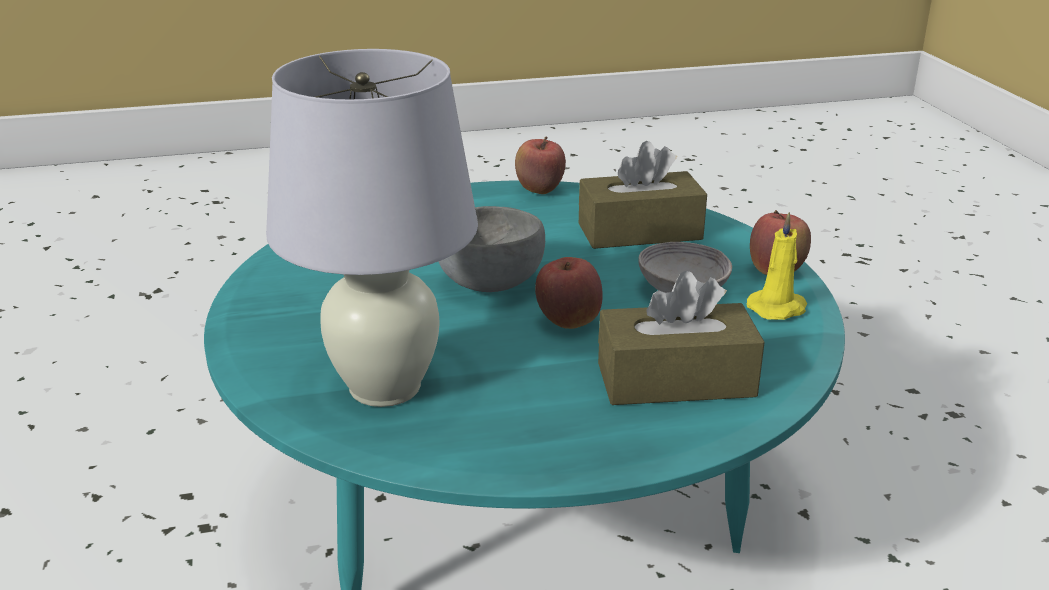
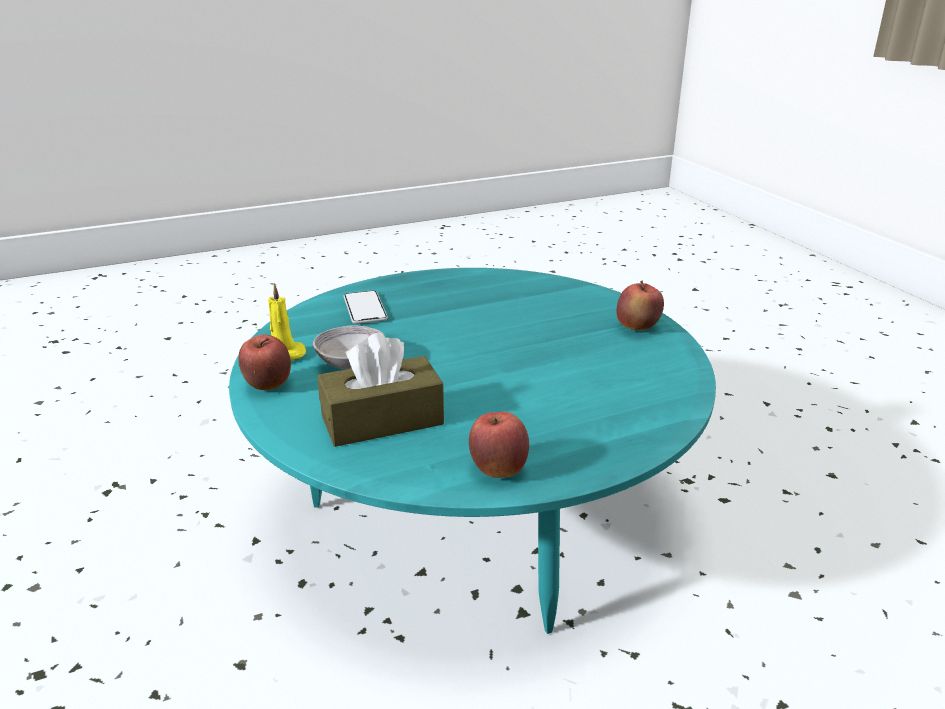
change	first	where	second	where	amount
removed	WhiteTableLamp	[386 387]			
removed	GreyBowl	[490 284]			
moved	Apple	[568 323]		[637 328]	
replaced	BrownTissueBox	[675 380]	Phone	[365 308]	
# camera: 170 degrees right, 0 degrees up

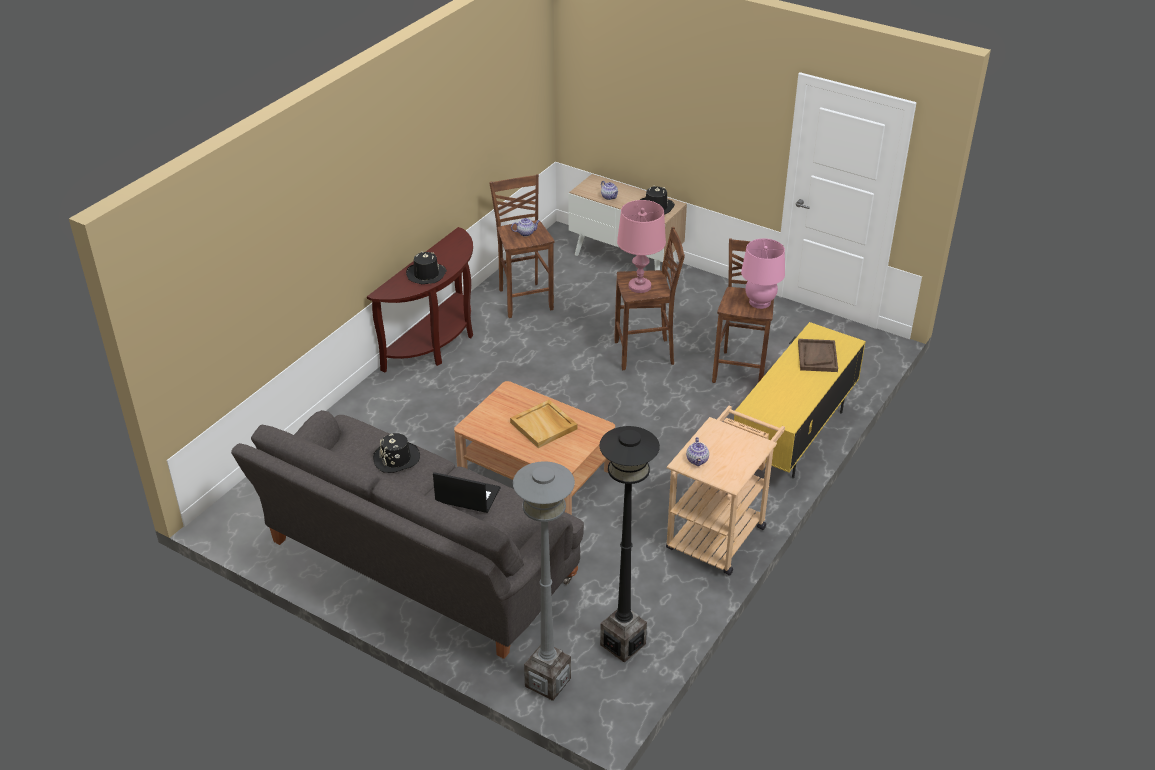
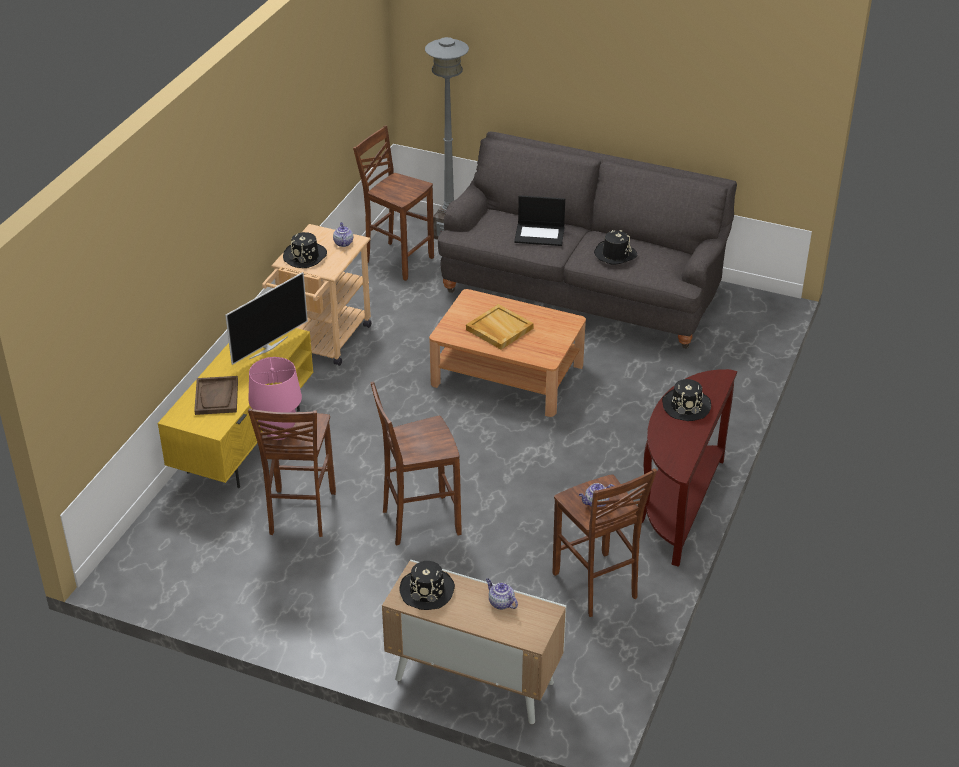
change	first	where	second	where	amount
replaced	BlackFloorLamp	[623 644]	BrownStool	[397 260]	
removed	PinkTableLamp	[639 286]			
added			Television	[268 347]	
added			BlackHat	[305 256]	
# camera: 170 degrees right, 0 degrees up

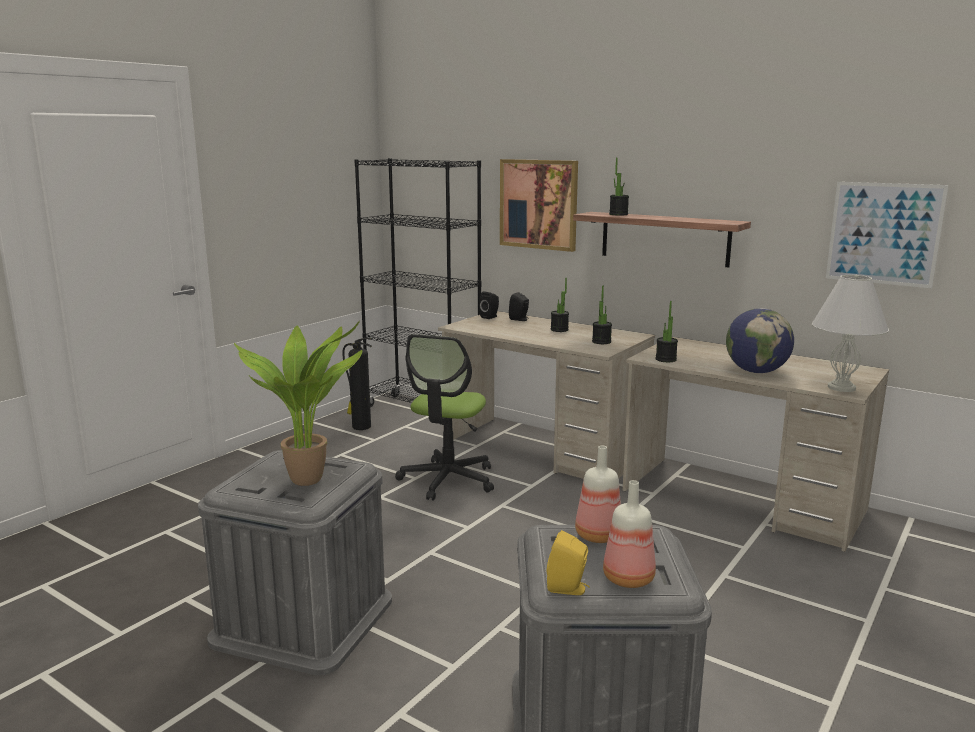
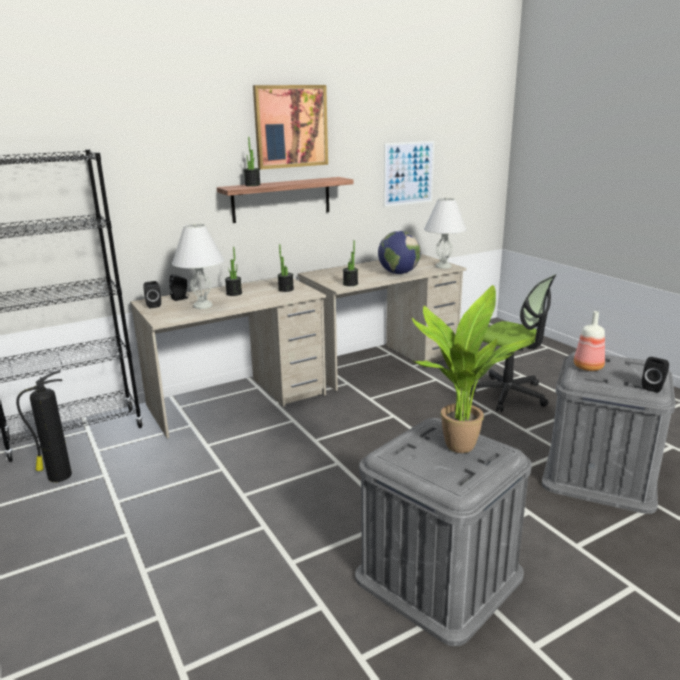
change	first	where	second	where	amount
moved	OfficeChair	[448 480]		[508 394]	
moved	Picture	[539 204]		[291 126]	
recoloured	YellowSpeaker	[568 589]	BlackSpeaker	[654 387]	
removed	Bottle	[627 578]			
added			WhiteTableLamp	[202 306]	
# camera: 65 degrees left, 5 degrees up

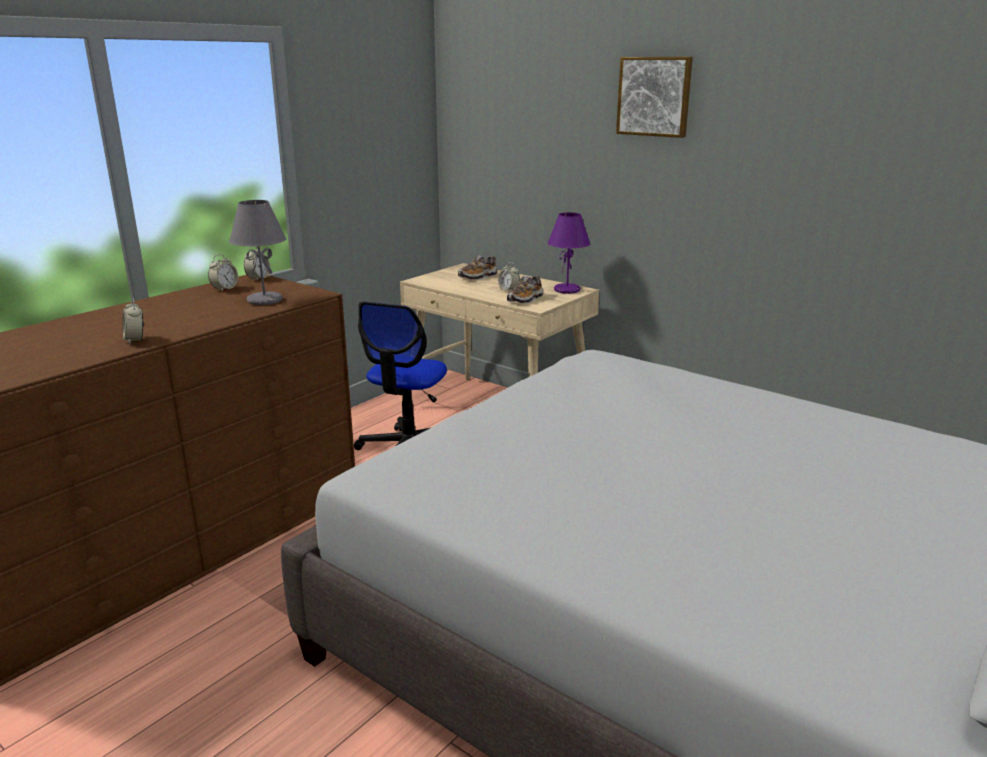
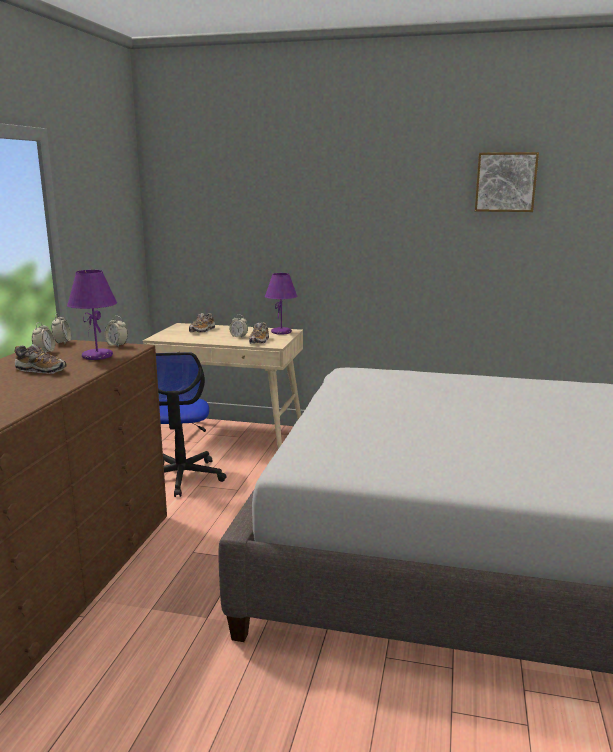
change	first	where	second	where	amount
moved	AlarmClock	[135 340]		[117 345]	
recoloured	GreyTableLamp	[264 301]	PurpleTableLamp	[97 356]	
moved	Picture	[654 96]		[505 182]	
added			Shoe	[41 370]	
# camera: 25 degrees left, 5 degrees down

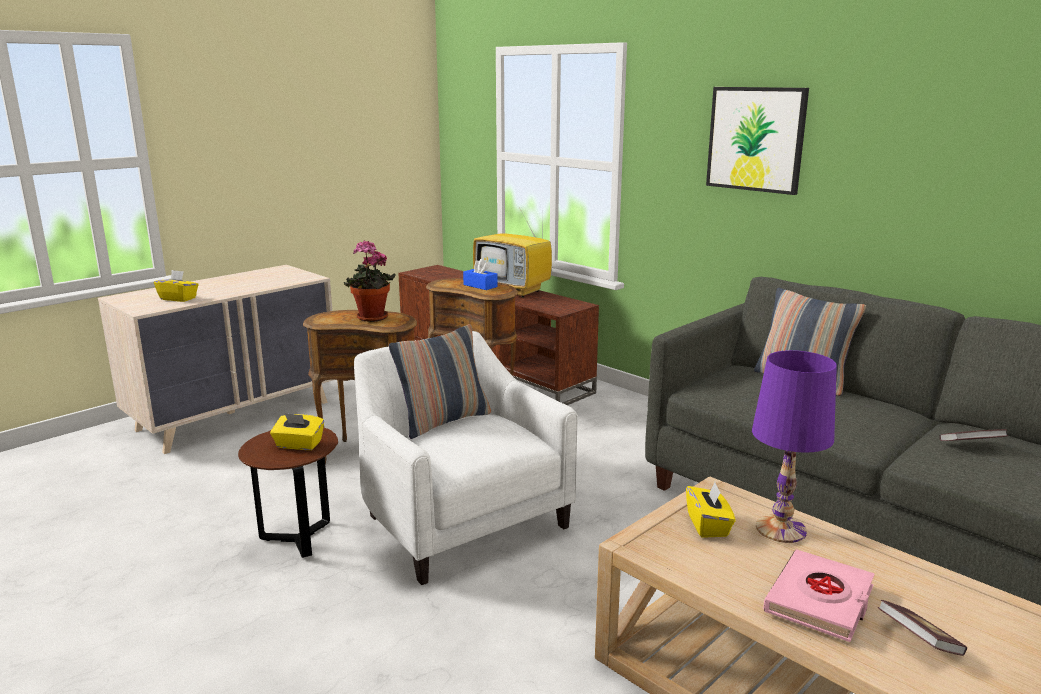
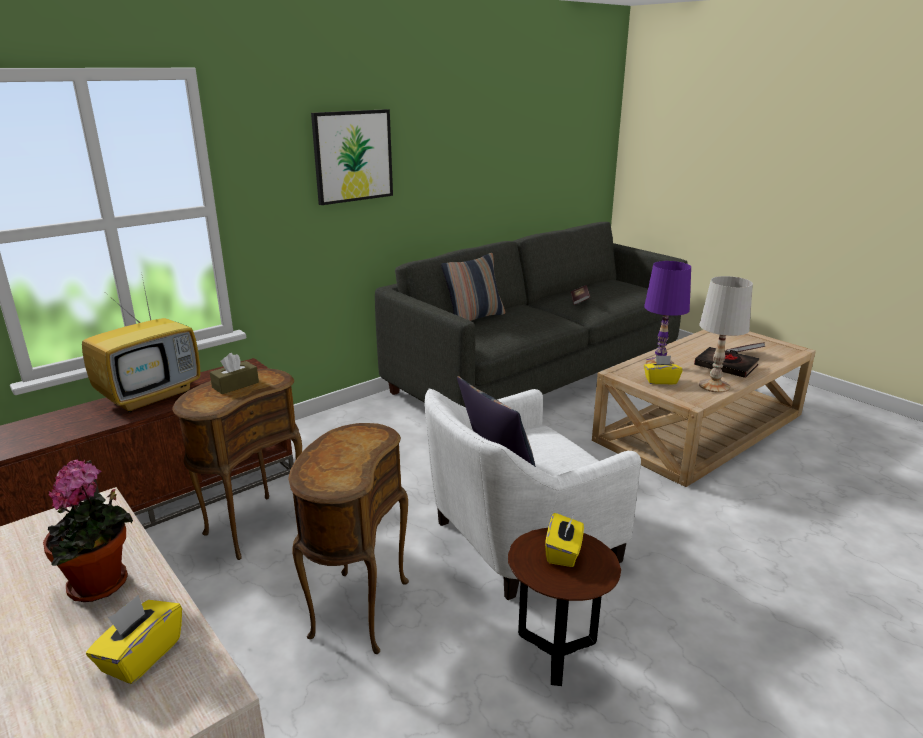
change	first	where	second	where	amount
moved	PottedPlant	[371 319]		[103 585]	
recoloured	BlueTissueBox	[480 286]	BrownTissueBox	[235 385]	
recoloured	PinkBook	[820 601]	BlackBook	[726 366]	
added			WhiteTableLamp	[714 386]	
# camera: 85 degrees left, 5 degrees up

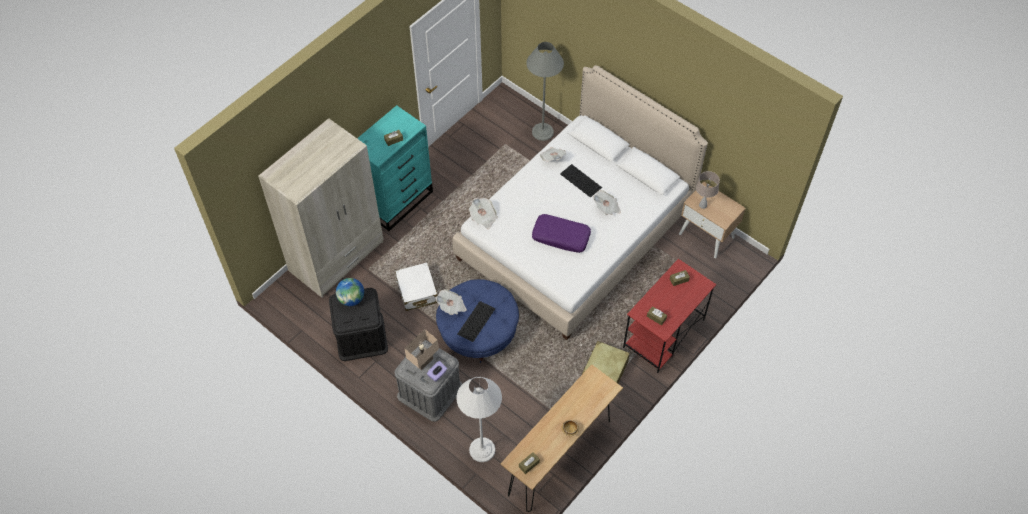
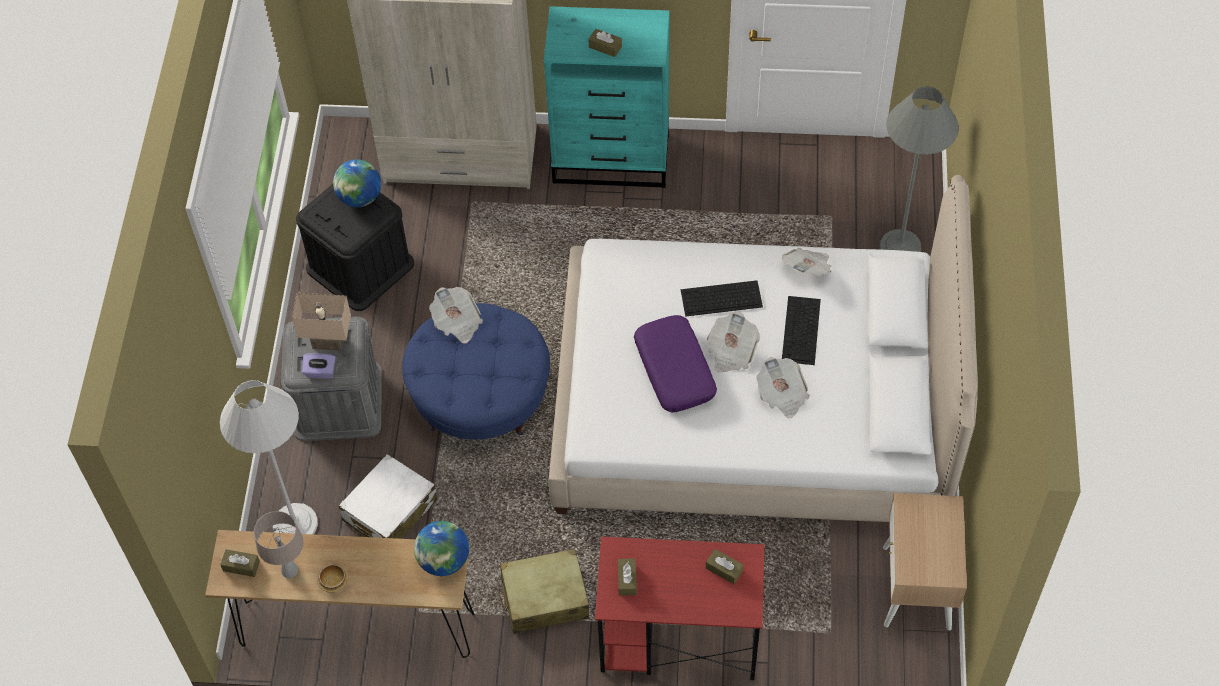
change	first	where	second	where	amount
moved	WhiteSuitcase	[417 291]		[389 510]	
moved	Keyboard	[476 322]		[720 299]	
moved	Newspaper	[483 217]		[731 352]	
moved	BeigeTableLamp	[702 205]		[289 571]	
added			Globe	[444 560]	
# camera: 55 degrees right, 0 degrees up

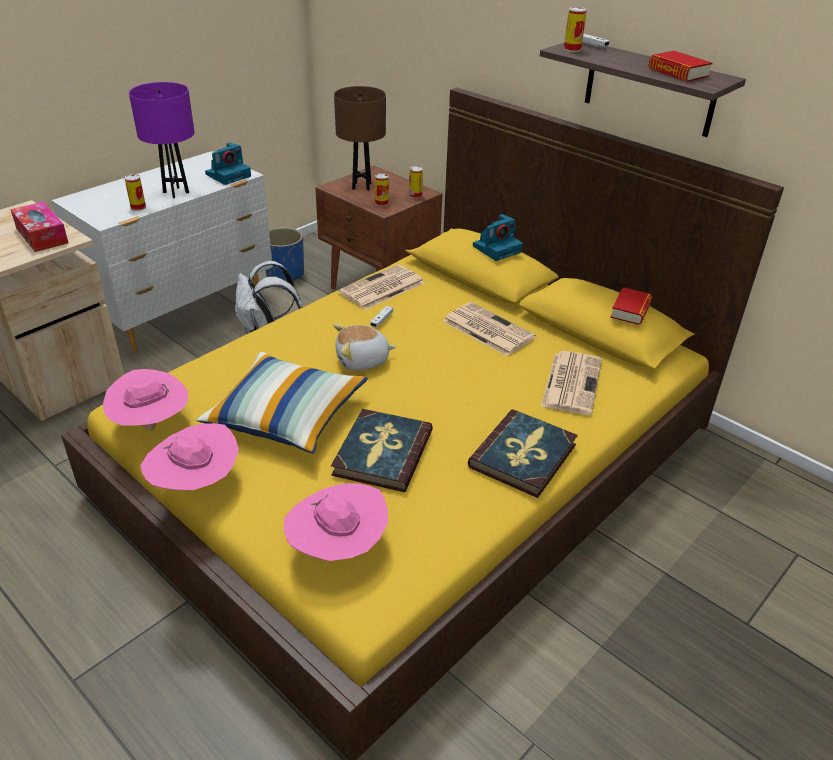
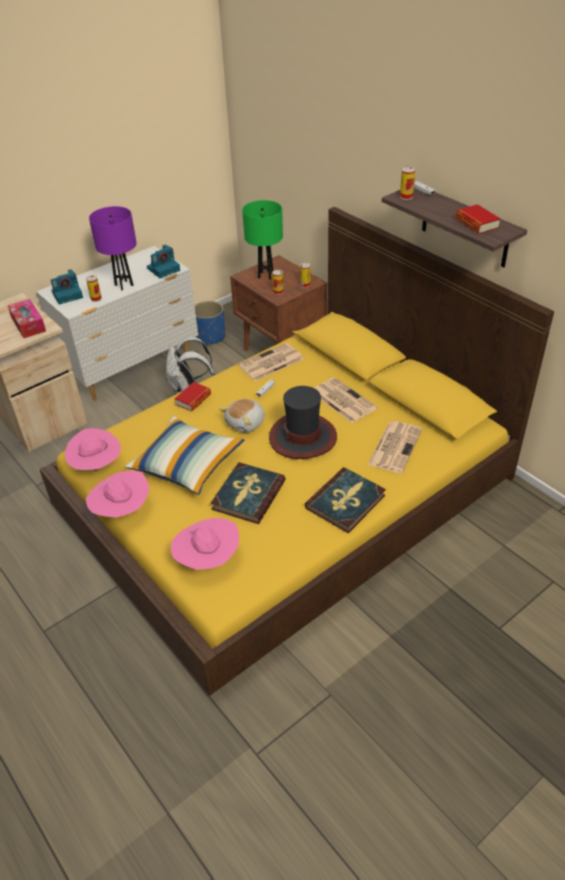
change	first	where	second	where	amount
turned	PlushToy	[362 361]		[246 423]	45 degrees counterclockwise
recoloured	BrownTableLamp	[361 186]	GreenTableLamp	[265 275]	
moved	PhotoCamera	[497 248]		[68 294]	
moved	Book	[630 311]		[193 400]	
added			Hat	[303 437]	
# camera: 10 degrees right, 5 degrees up

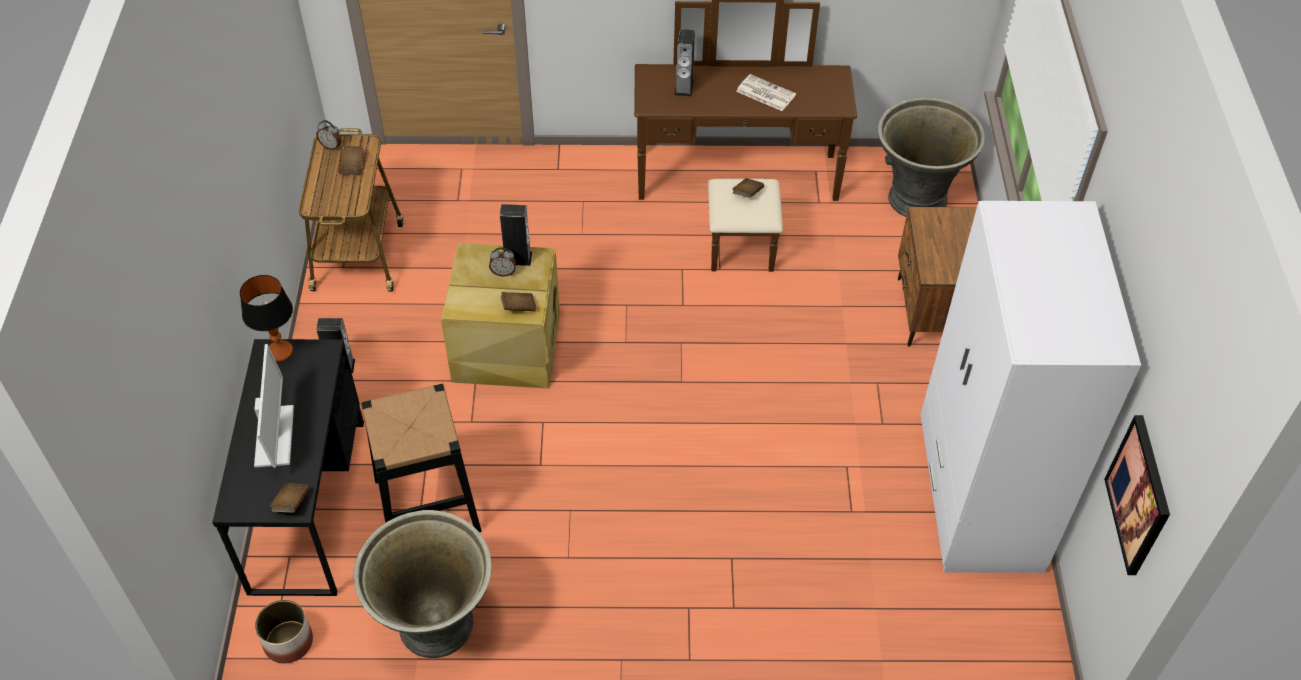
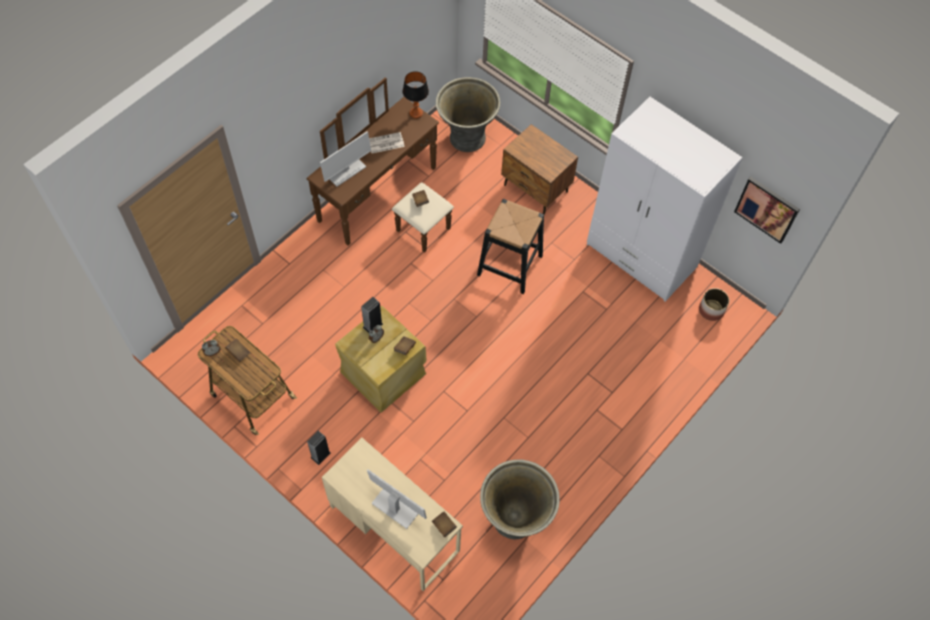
change	first	where	second	where	amount
recoloured	BlackDesk	[308 504]	BeigeDesk	[394 528]	
moved	TableLamp	[280 352]		[416 113]	
moved	Planter	[288 642]		[711 310]	
moved	BlackStool	[427 504]		[510 265]	
replaced	Speaker	[684 87]	Monitor	[346 171]	
# camera: 50 degrees left, 10 degrees up

